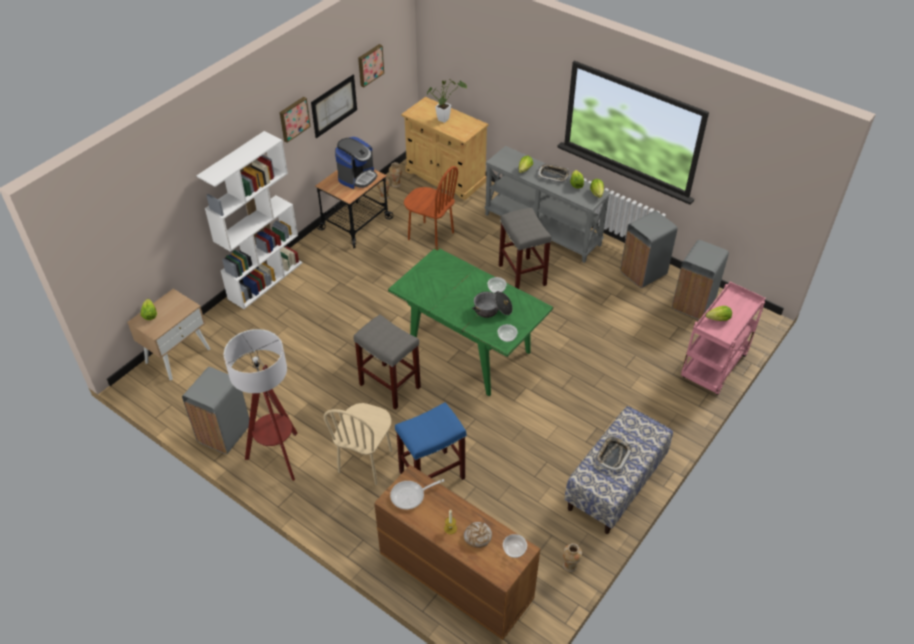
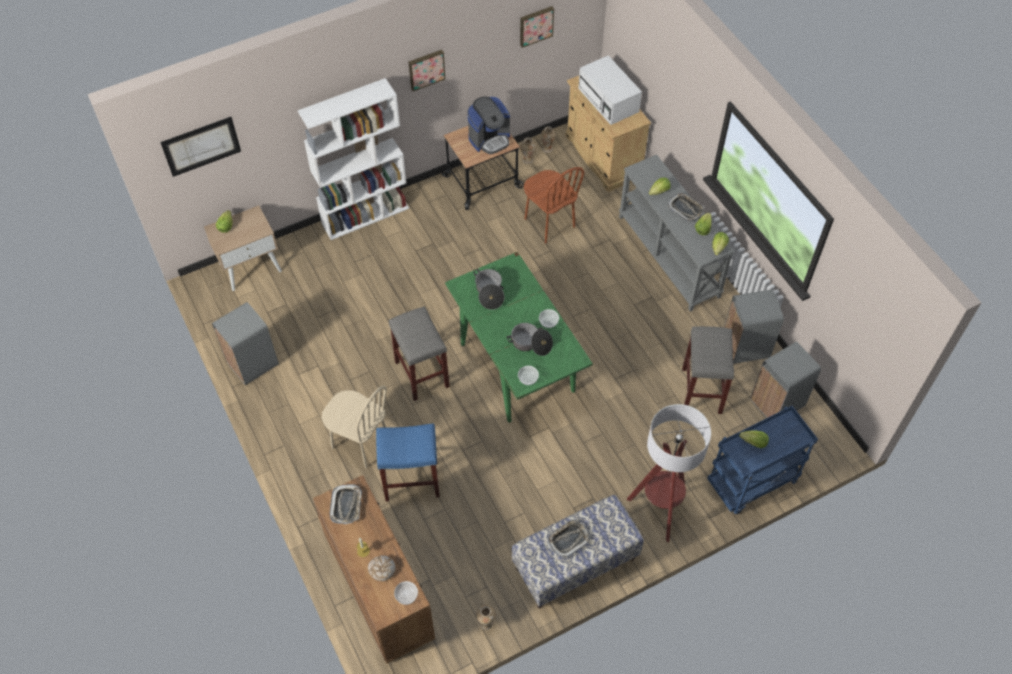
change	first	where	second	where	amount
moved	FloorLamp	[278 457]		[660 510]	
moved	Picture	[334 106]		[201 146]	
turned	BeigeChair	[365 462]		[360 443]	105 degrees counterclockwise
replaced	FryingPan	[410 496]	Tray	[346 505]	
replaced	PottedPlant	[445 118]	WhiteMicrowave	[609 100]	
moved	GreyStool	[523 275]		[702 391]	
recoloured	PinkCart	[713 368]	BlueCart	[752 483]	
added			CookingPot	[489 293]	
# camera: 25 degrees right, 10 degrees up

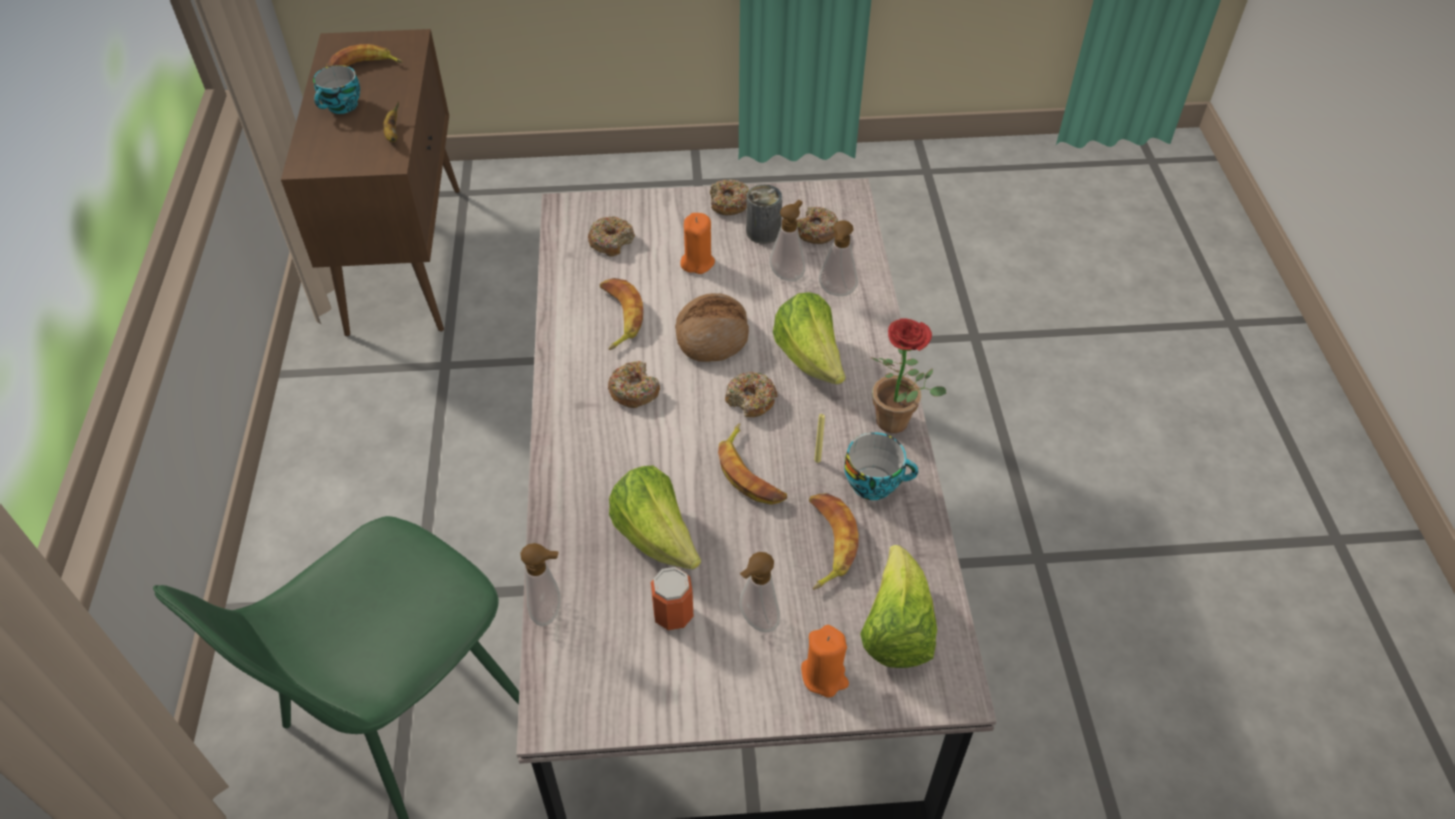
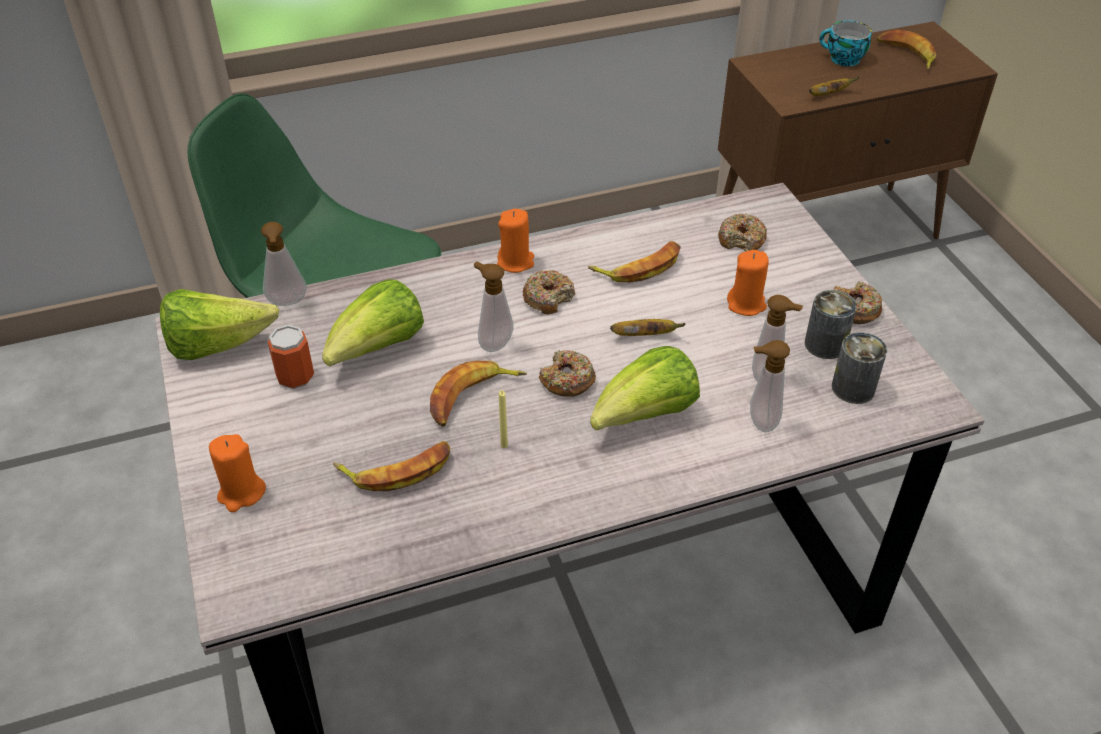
change	first	where	second	where	amount
replaced	Bread	[712 335]	Banana	[645 335]	
moved	SoapDispenser	[756 622]		[493 343]	
replaced	Donut	[816 232]	Can	[853 388]	
removed	Cup	[875 483]			
moved	Lettuce	[895 630]		[217 345]	
removed	PottedPlant	[899 423]			
added			OrangeCandle	[515 262]	
# camera: 75 degrees right, 5 degrees down

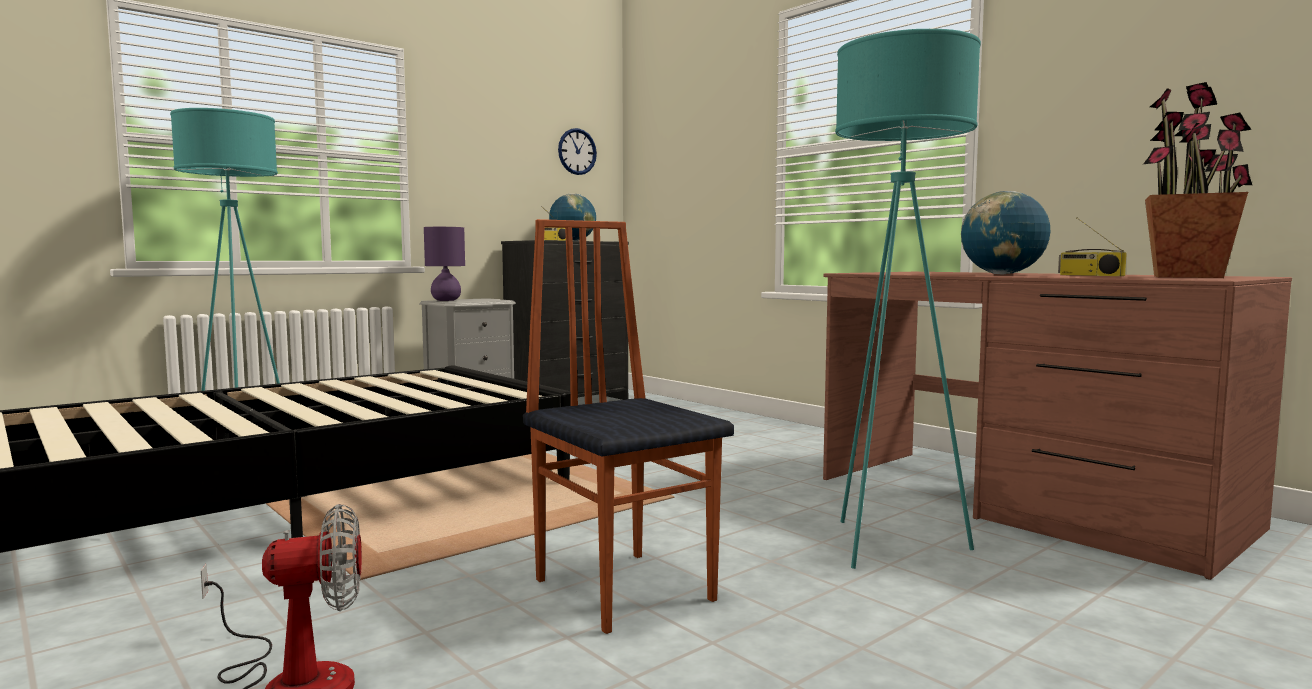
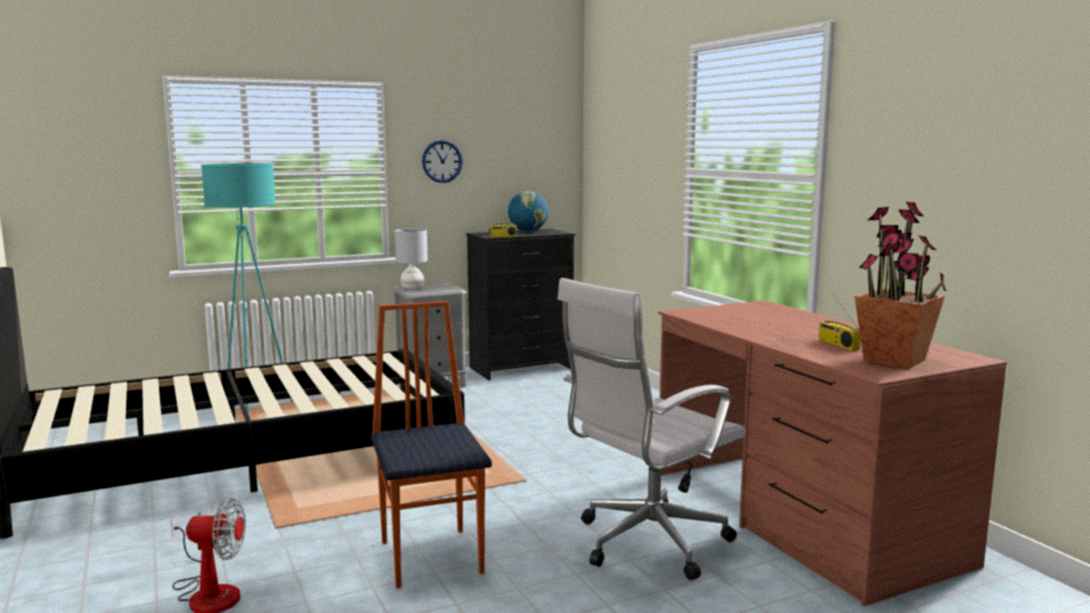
change	first	where	second	where	amount
recoloured	PurpleTableLamp	[445 300]	GreyTableLamp	[412 288]	
moved	WallClock	[577 151]		[442 161]	
replaced	TurquoiseFloorLamp	[889 545]	WhiteOfficeChair	[646 544]	
removed	Globe	[1002 274]			
# camera: 15 degrees right, 5 degrees up

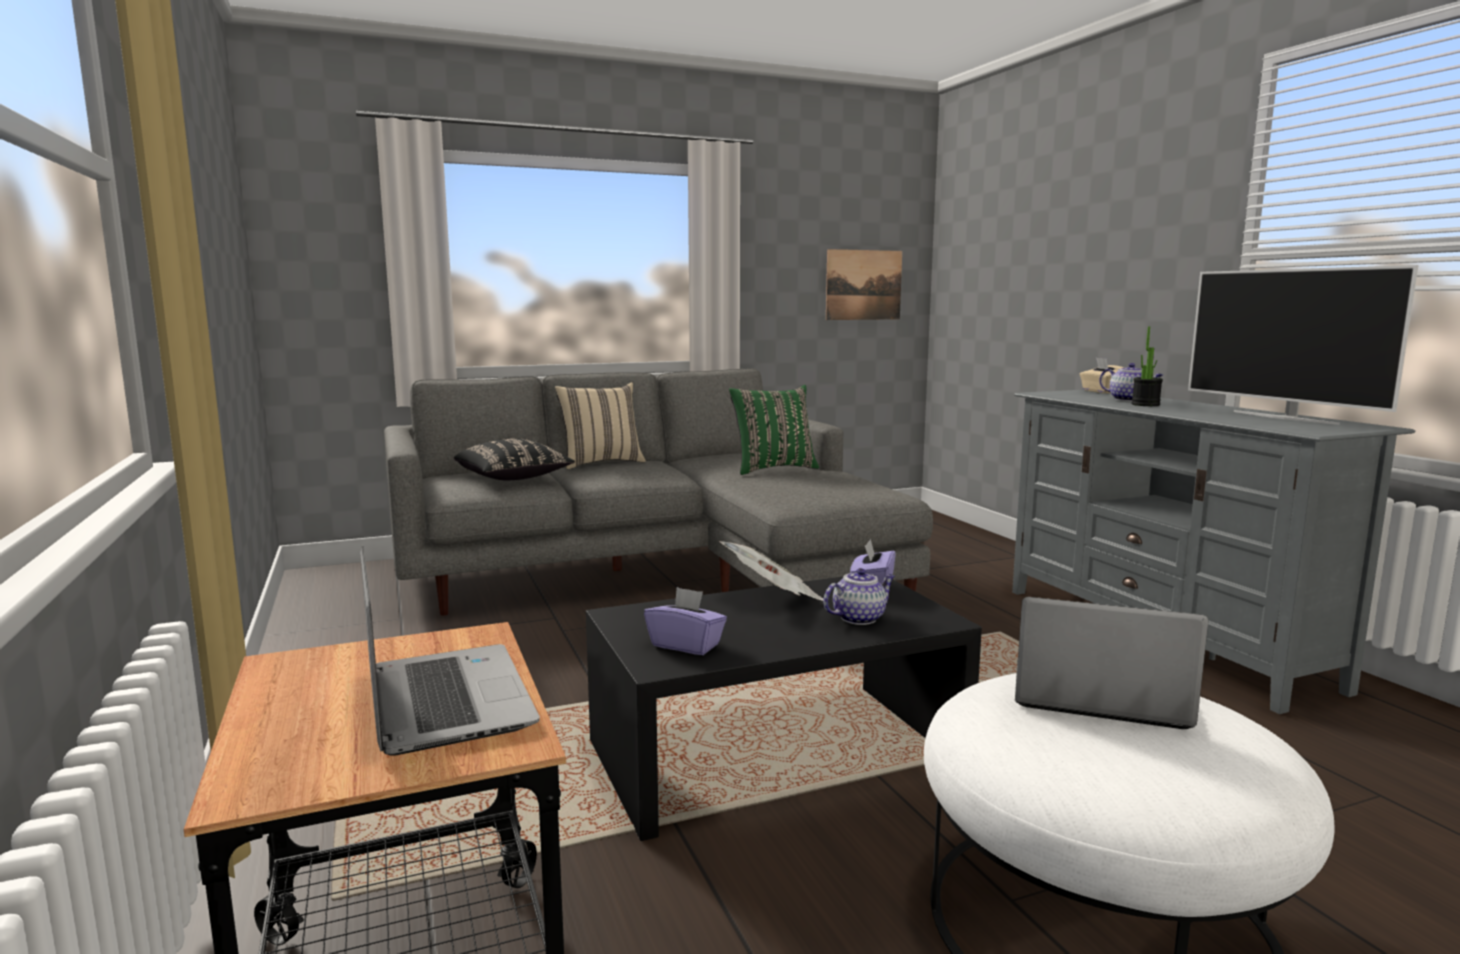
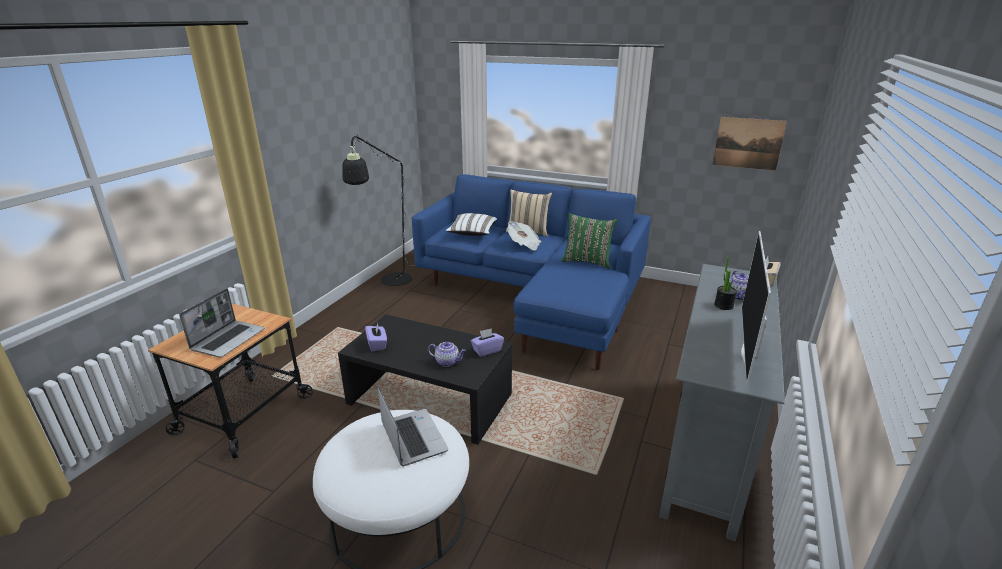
change	first	where	second	where	amount
recoloured	GreySofa	[656 577]	BlueSofa	[537 296]	
recoloured	BlackPillow	[514 479]	WhitePillow	[472 233]	
moved	Newspaper	[773 598]		[524 244]	
added			BlackFloorLamp	[392 282]	
# camera: 45 degrees right, 15 degrees up

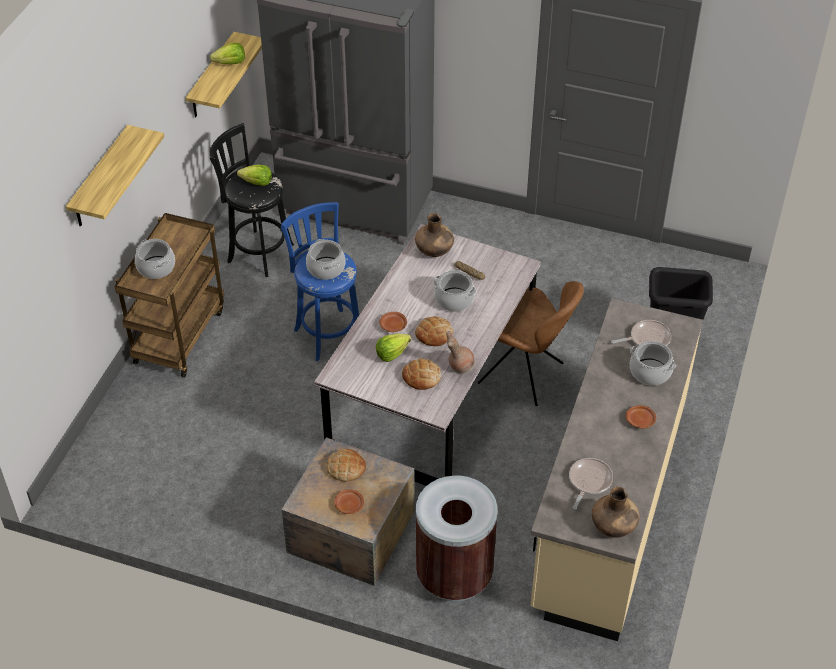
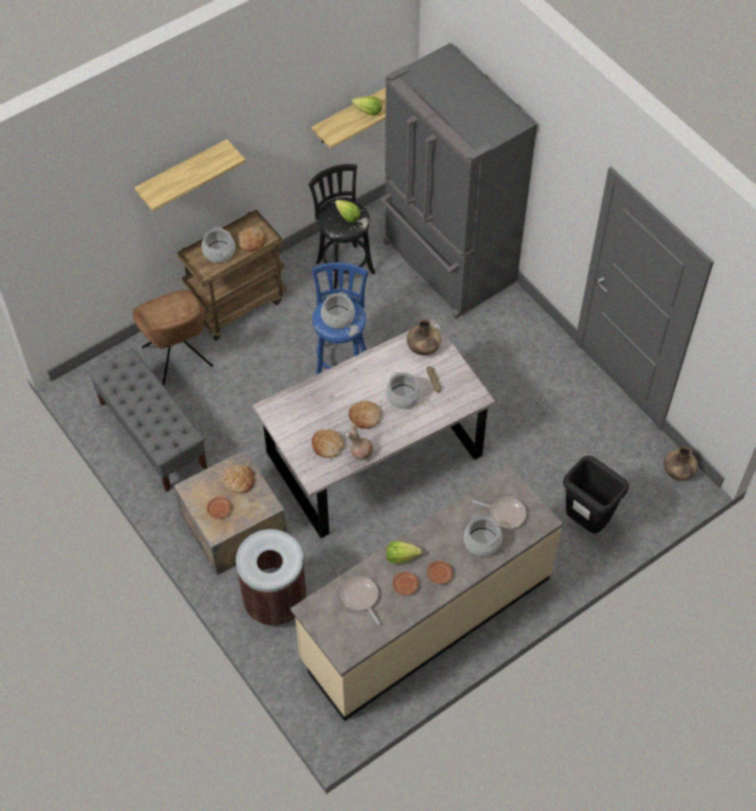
change	first	where	second	where	amount
moved	Lettuce	[392 353]		[401 556]	
moved	BrownPlate	[393 326]		[405 585]	
moved	BrownChair	[524 375]		[178 359]	
turned	FryingPan	[588 481]		[361 597]	90 degrees counterclockwise
moved	BrownVase	[613 527]		[678 472]	
added			GreyBench	[152 434]	
added			Bread	[251 241]	
# camera: 35 degrees right, 10 degrees up

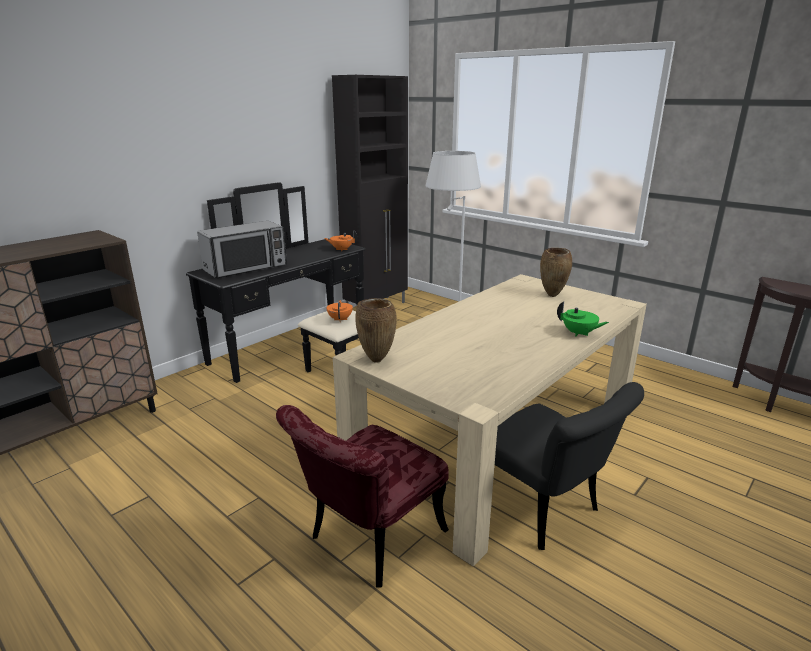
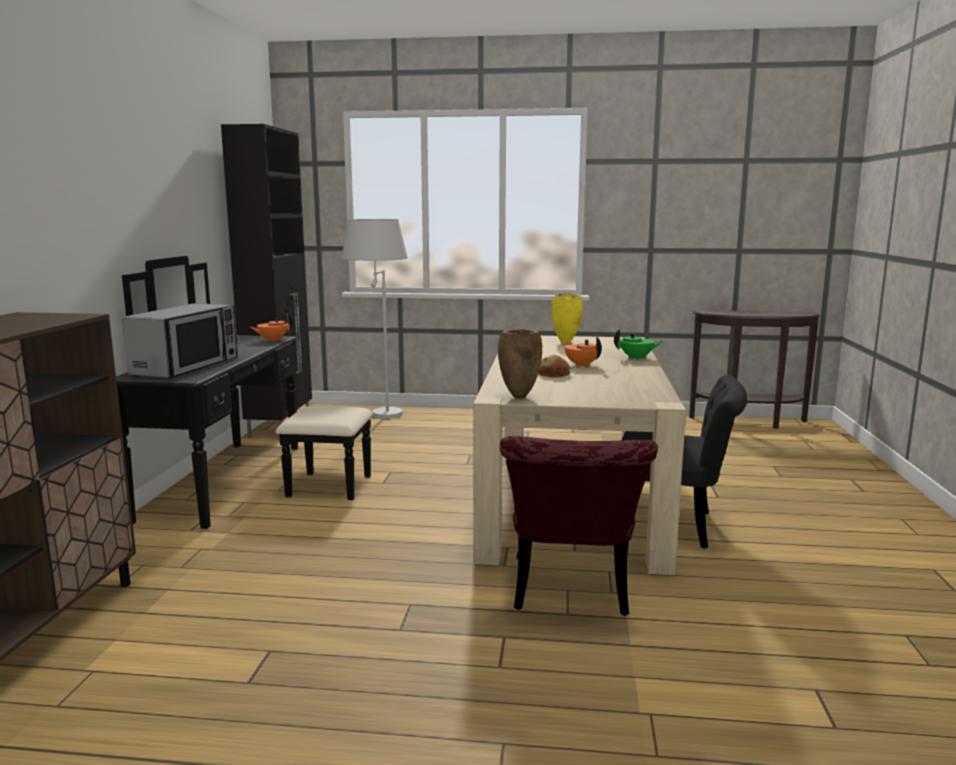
change	first	where	second	where	amount
moved	OrangeTeapot	[340 319]		[581 365]	
recoloured	BrownVase	[552 296]	YellowVase	[566 342]	
added			Bread	[554 374]	
# camera: 35 degrees left, 10 degrees down

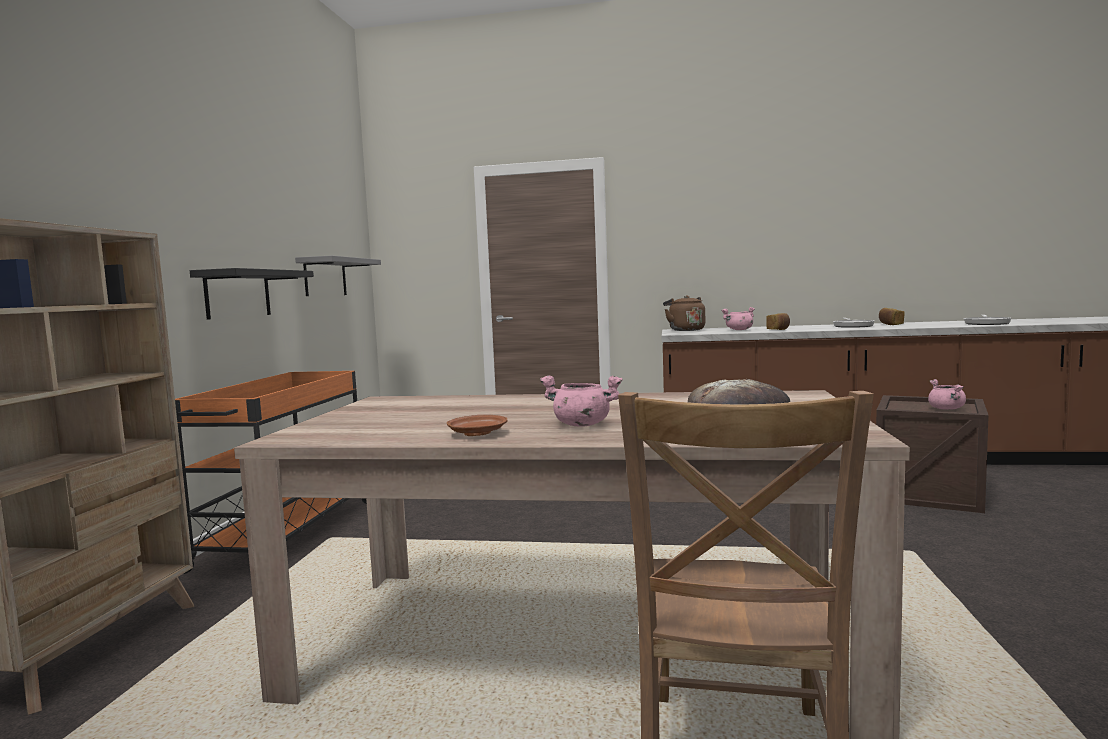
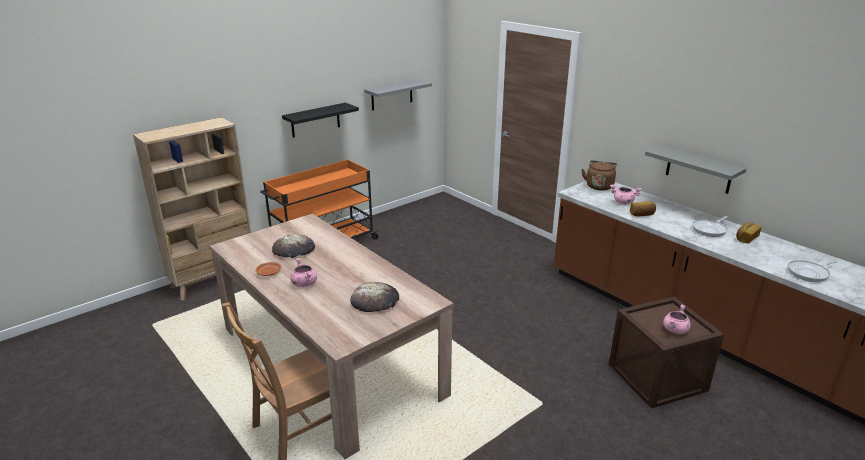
change	first	where	second	where	amount
added			Bread	[294 250]	
added			GreyShelf	[698 170]	
# camera: 40 degrees right, 20 degrees up

